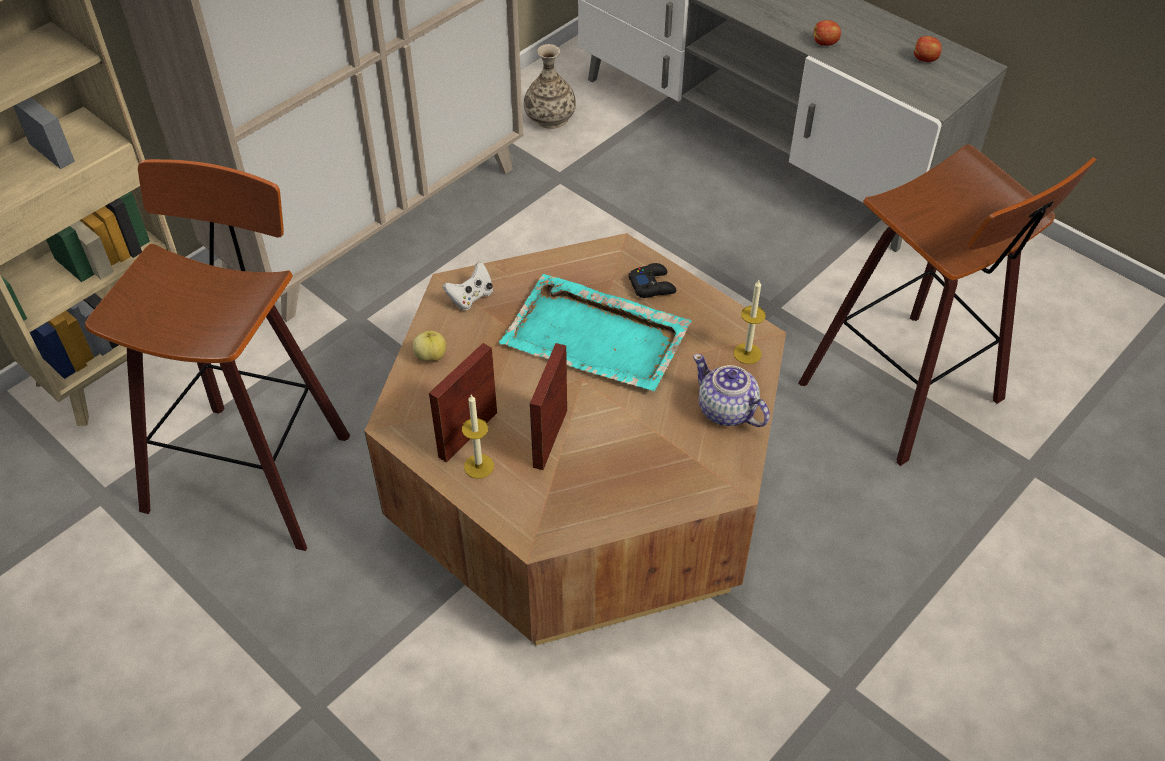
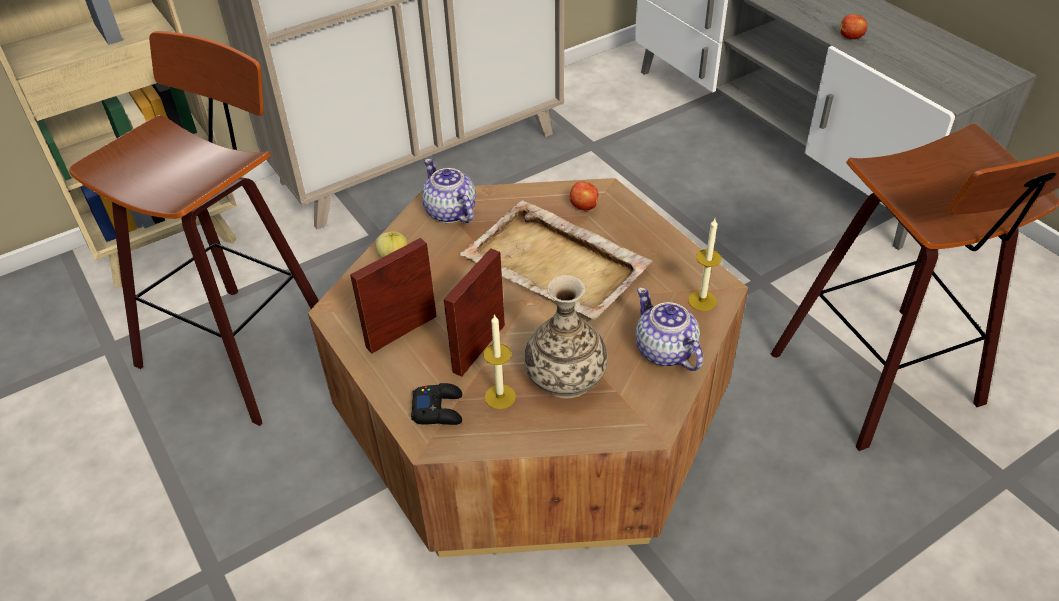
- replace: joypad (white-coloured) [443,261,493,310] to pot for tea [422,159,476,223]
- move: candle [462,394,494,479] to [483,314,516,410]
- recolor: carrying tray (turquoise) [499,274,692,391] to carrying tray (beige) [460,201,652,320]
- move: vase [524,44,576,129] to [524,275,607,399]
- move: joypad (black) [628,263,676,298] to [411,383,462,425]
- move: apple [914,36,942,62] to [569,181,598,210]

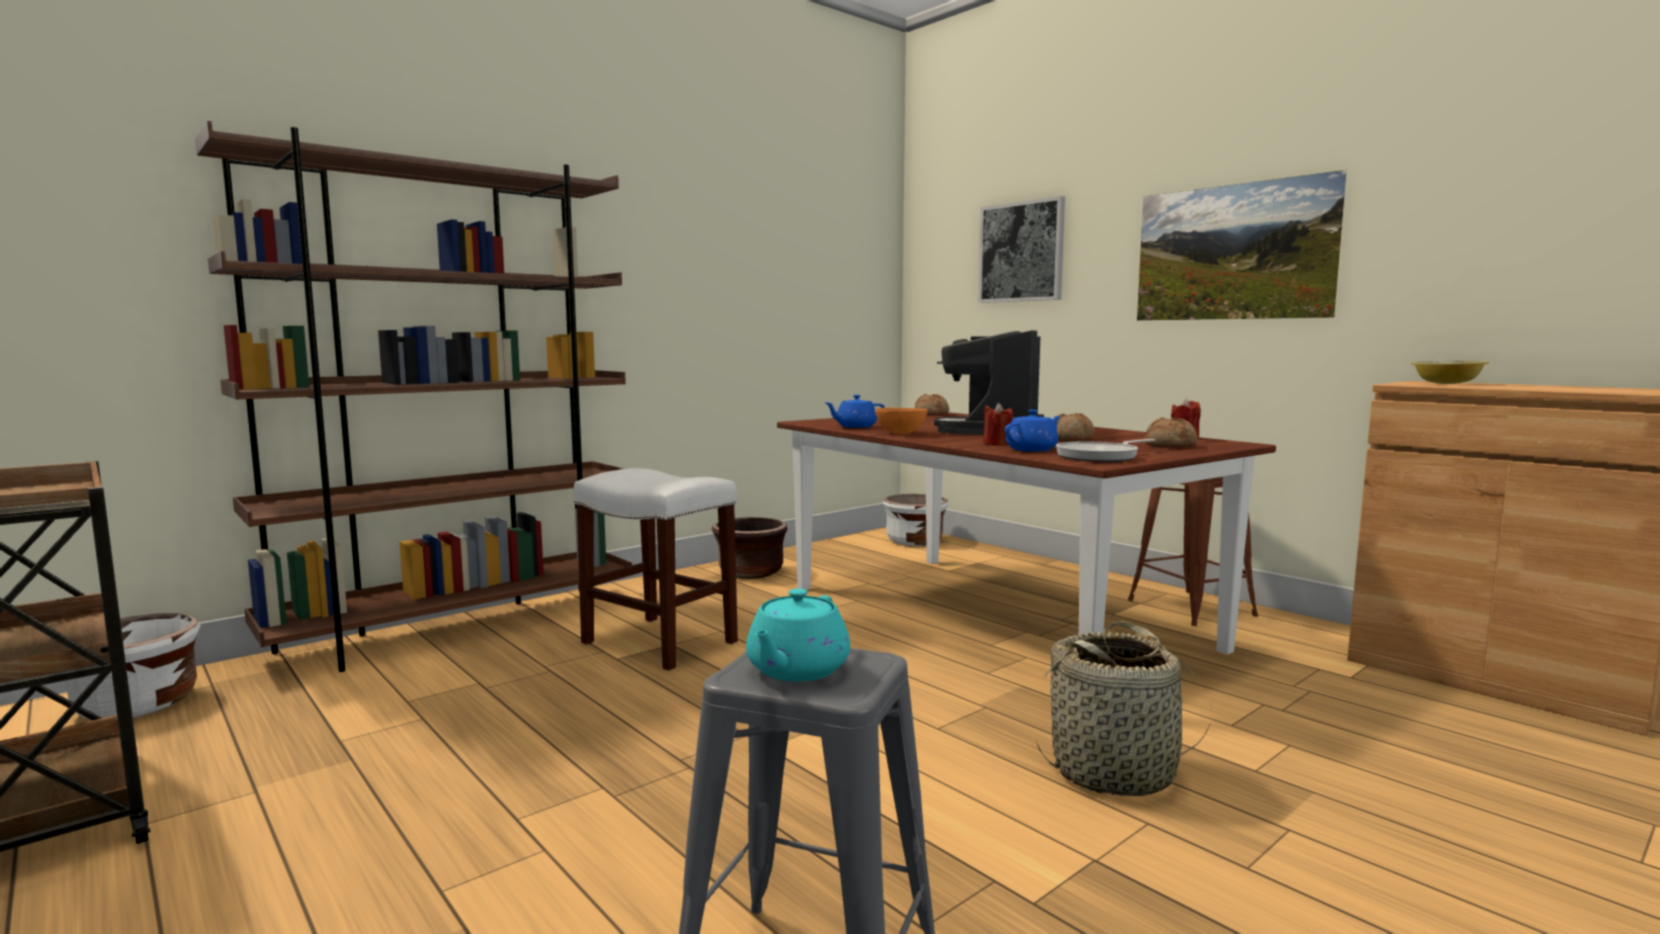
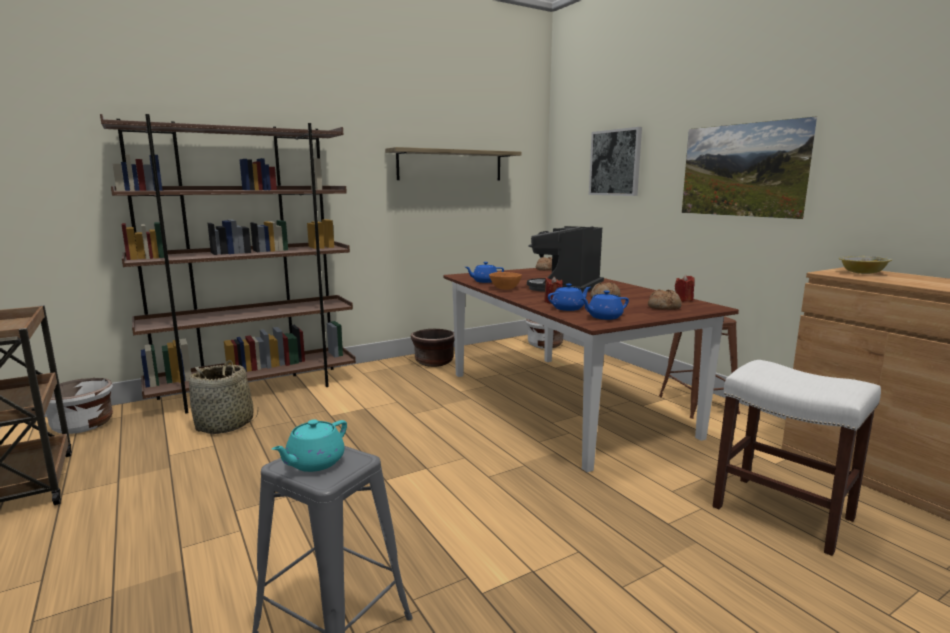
- move: stool (white-coloured) [573,468,738,671] to [713,360,881,556]
- move: storage basket [1036,621,1211,796] to [189,360,258,434]
- replace: pan [1056,439,1155,462] to pot for tea (blue-coloured) [580,291,629,320]
- insert: bracket shelf [385,147,522,181]

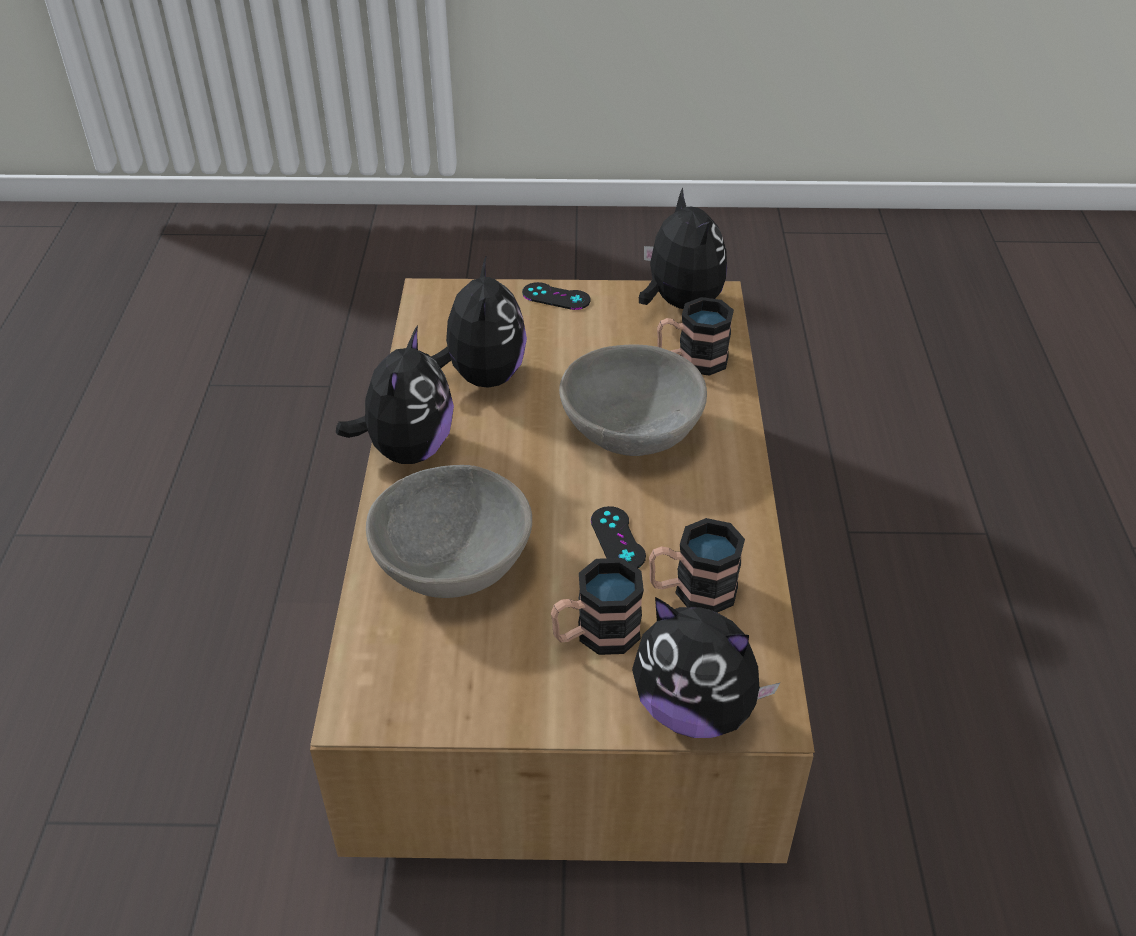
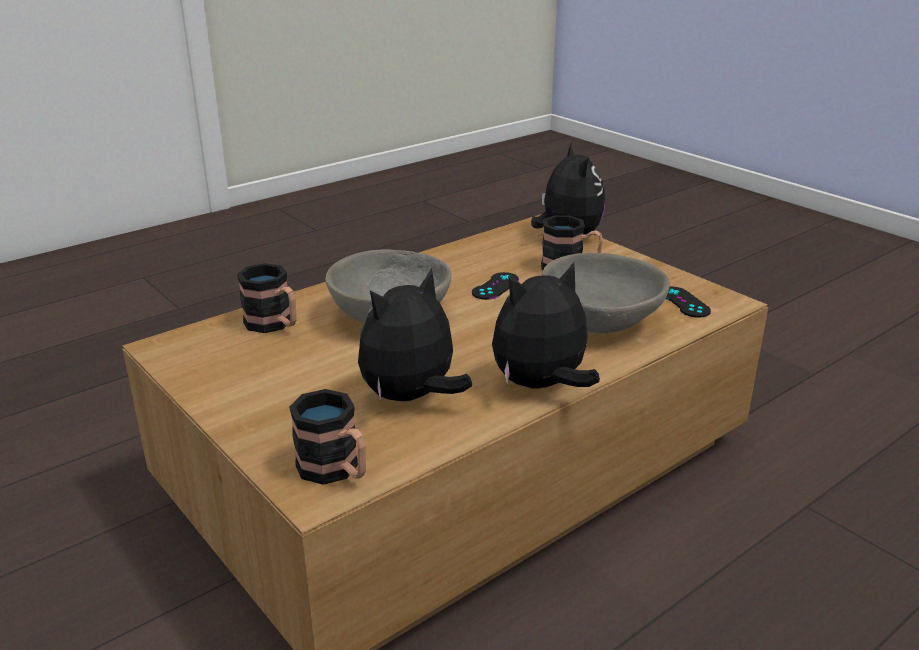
- move: joypad (black) [522,282,591,310] to [666,287,711,317]
- delete: cuddly toy [639,188,727,309]
- move: coffee mug [649,518,745,613] to [289,389,366,485]

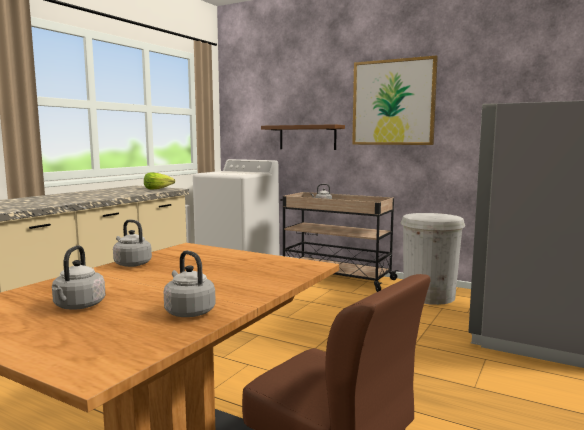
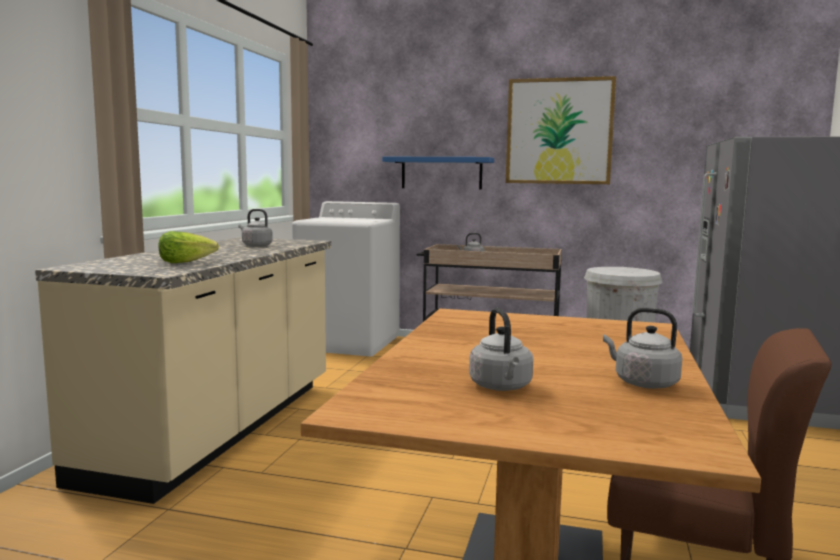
- move: water kettle (grey) [113,220,152,267] to [239,209,273,247]
- move: lettuce head [144,173,175,190] to [159,231,219,263]
- recolor: bracket shelf (brown-coloured) [261,124,345,150] to bracket shelf (blue-coloured) [382,157,494,190]

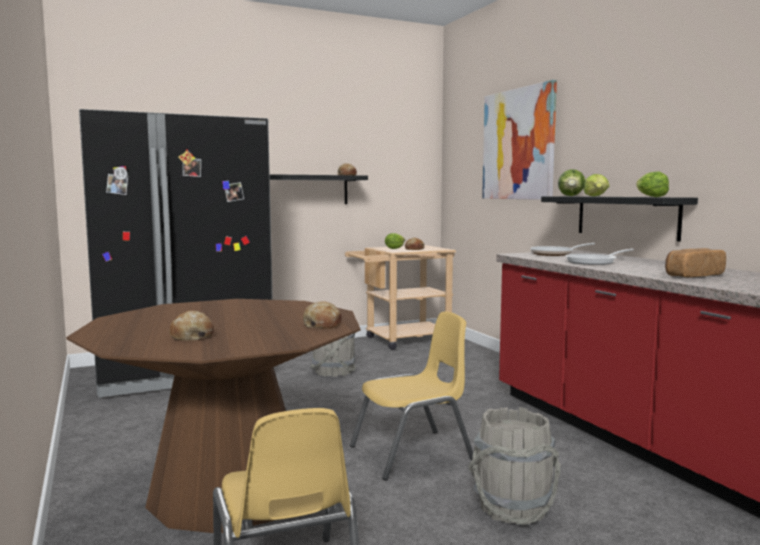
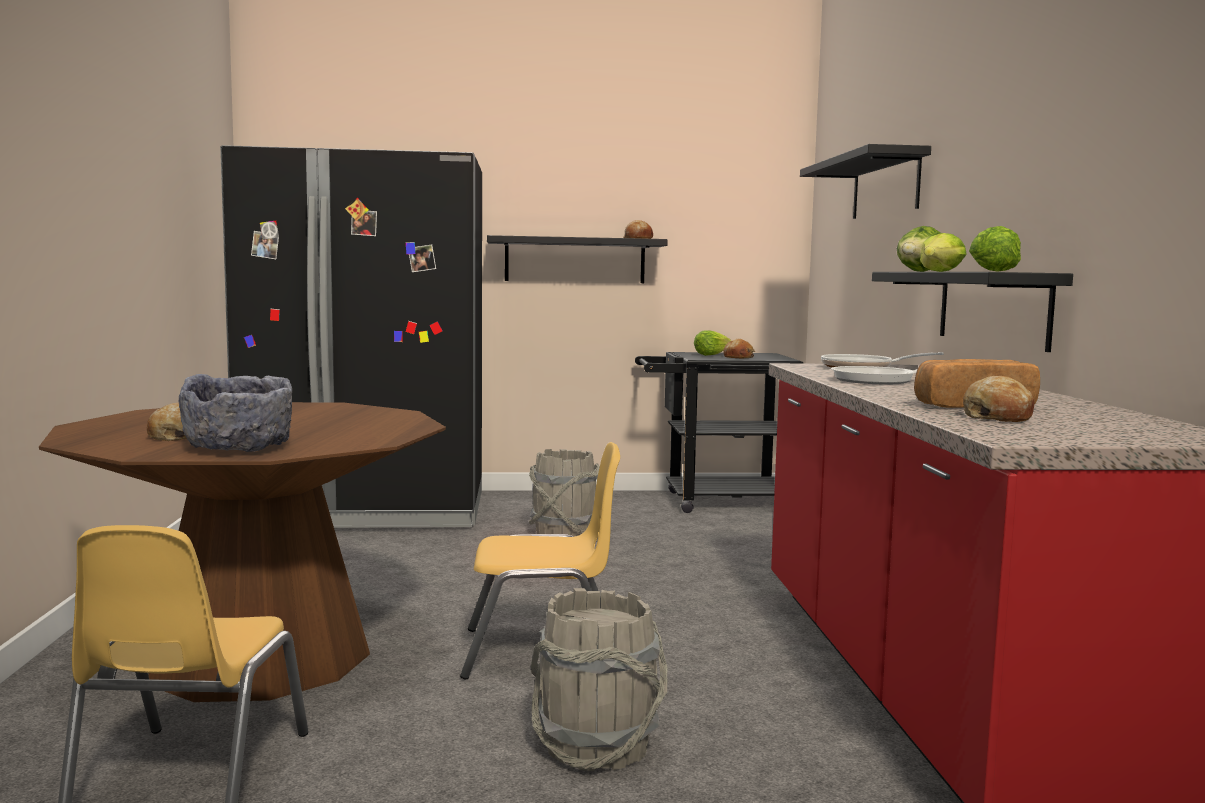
- move: baked bread [303,301,342,329] to [963,376,1034,422]
- recolor: trolley (beige) [345,245,456,350] to trolley (black) [635,352,804,513]
- replace: wall picture [482,80,557,200] to bracket shelf (black) [800,144,931,219]
- insert: deep dish (grey) [179,374,292,452]

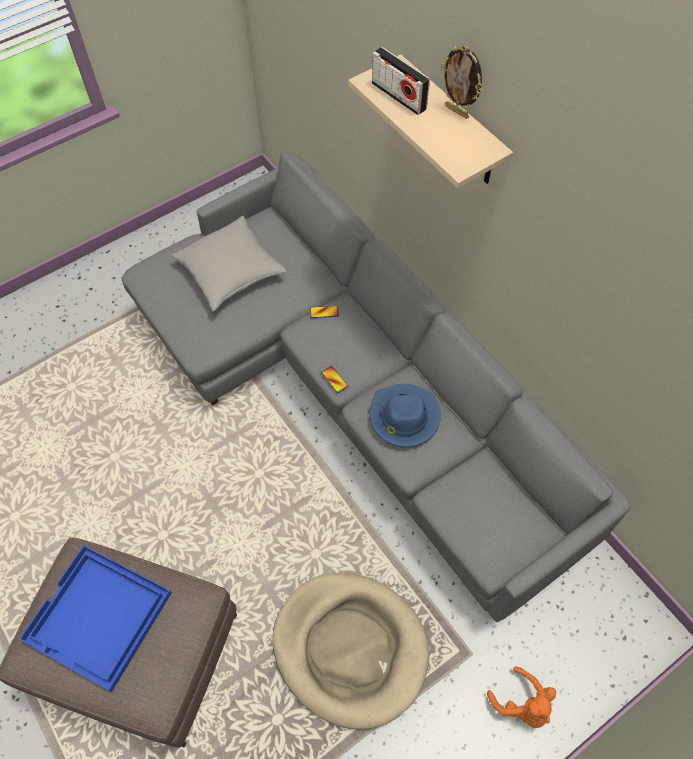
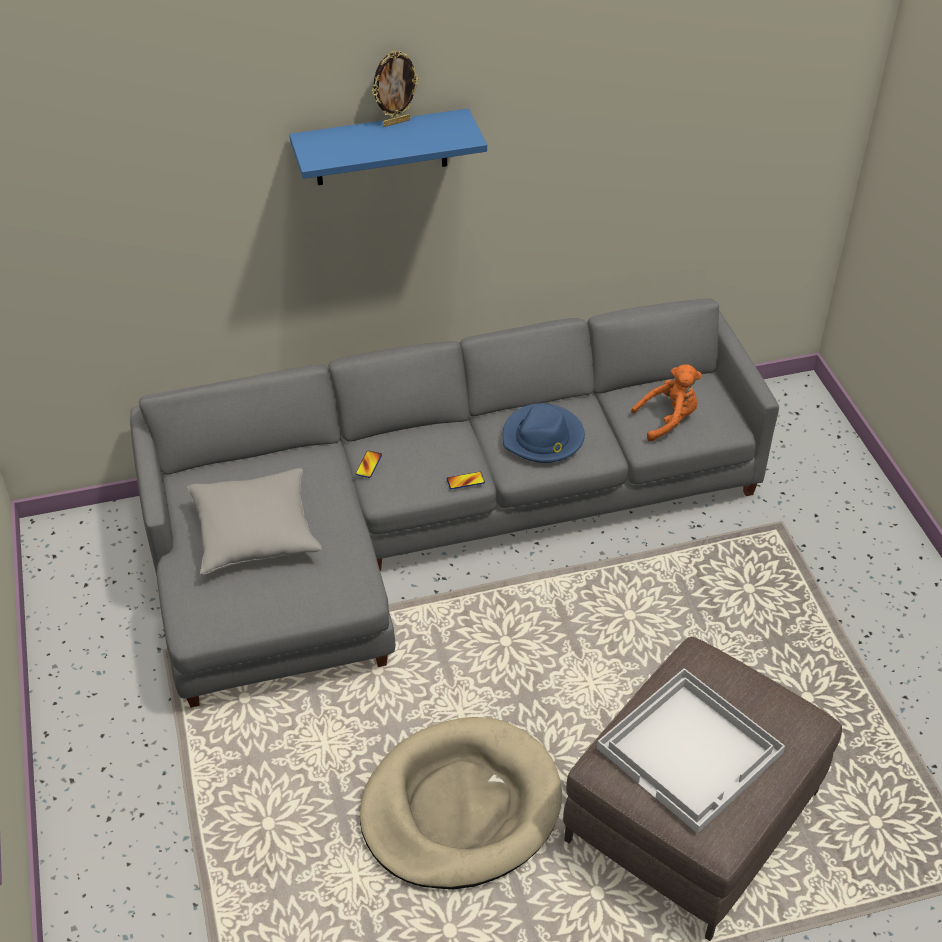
- recolor: carrying tray (blue-coloured) [19,545,172,692] to carrying tray (white-coloured) [597,668,785,834]
- move: pet bed (beige) [273,573,430,729] to [360,717,562,890]
- recolor: bracket shelf (beige) [348,54,513,188] to bracket shelf (blue-coloured) [289,109,487,185]
- delete: radio receiver [372,47,430,115]
- move: cuddly toy (orangey) [487,666,556,728] to [631,364,702,442]

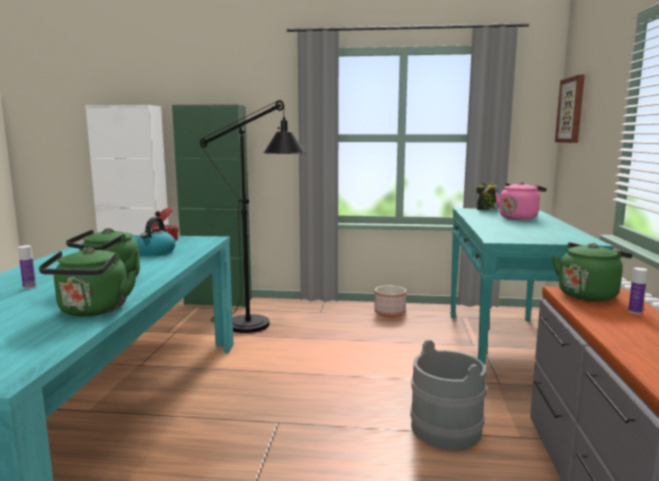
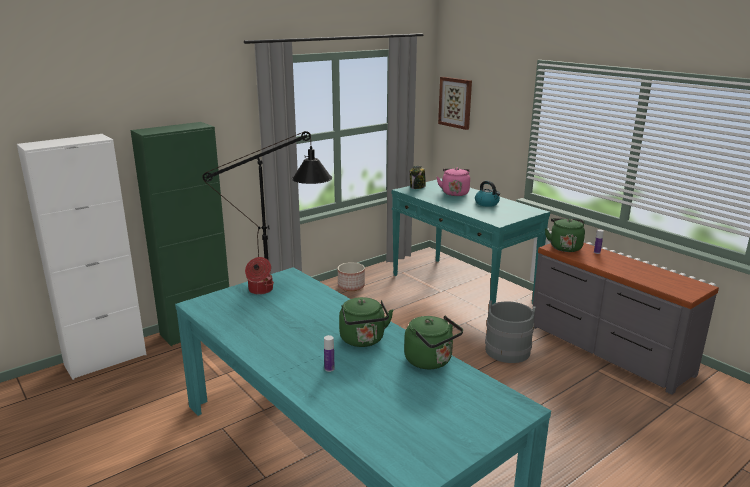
- move: water kettle [137,217,176,256] to [475,181,500,207]

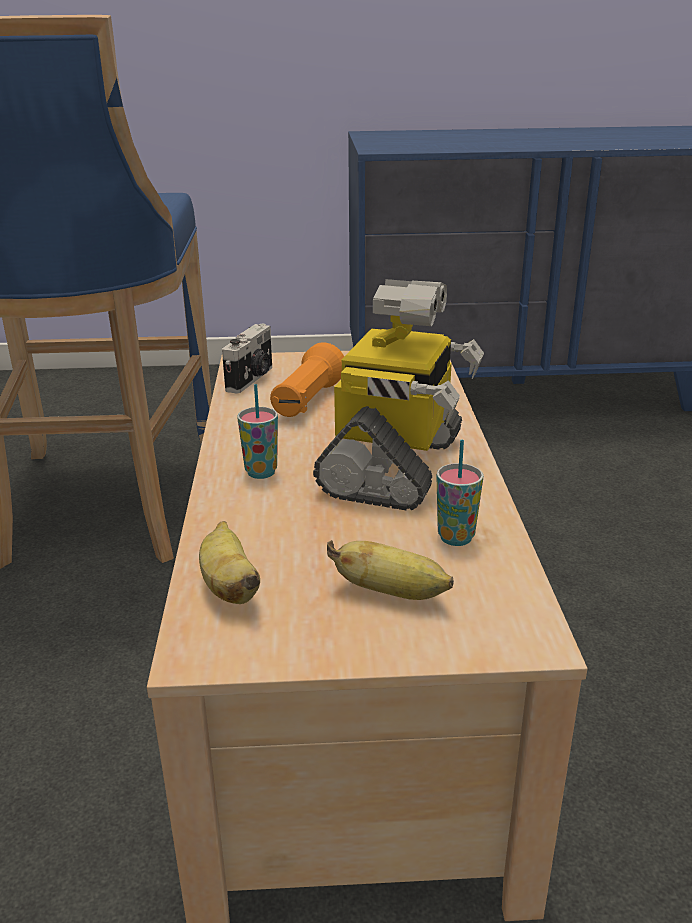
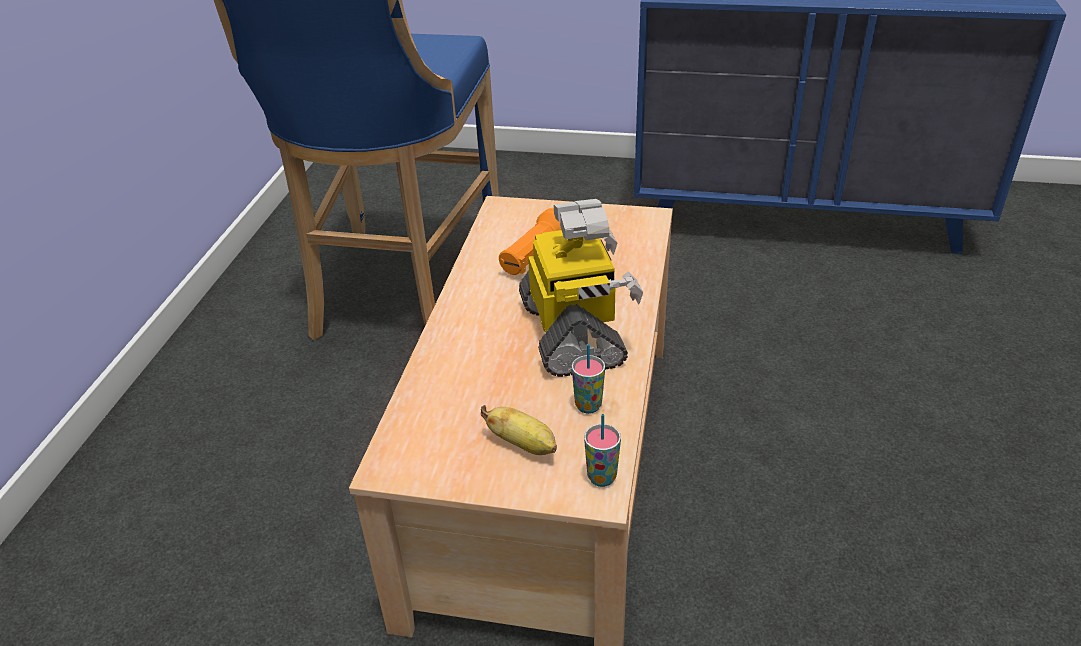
- delete: banana fruit [199,521,260,604]
- delete: still camera [222,324,272,394]
- move: drinking cup [237,384,278,479] to [584,414,621,487]
- rotate: model robot [313,279,484,510] = [519,199,643,377] 45 degrees counterclockwise

